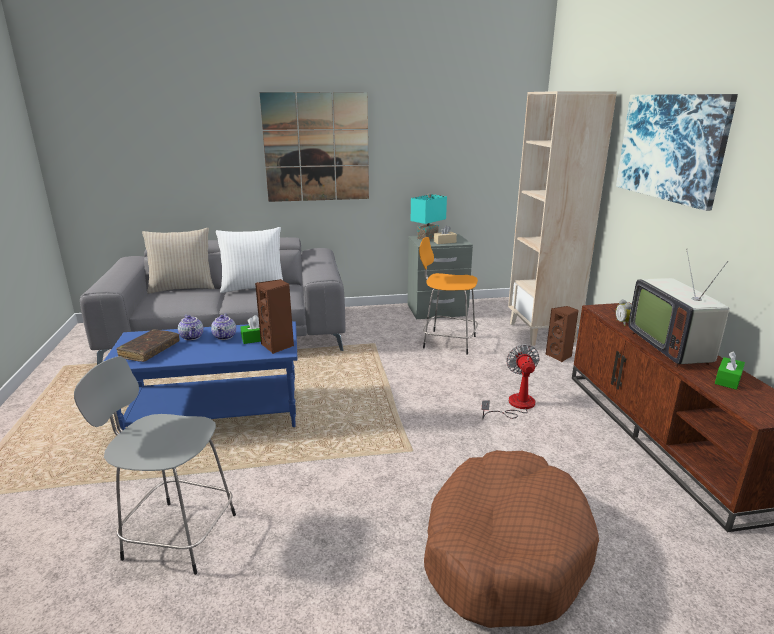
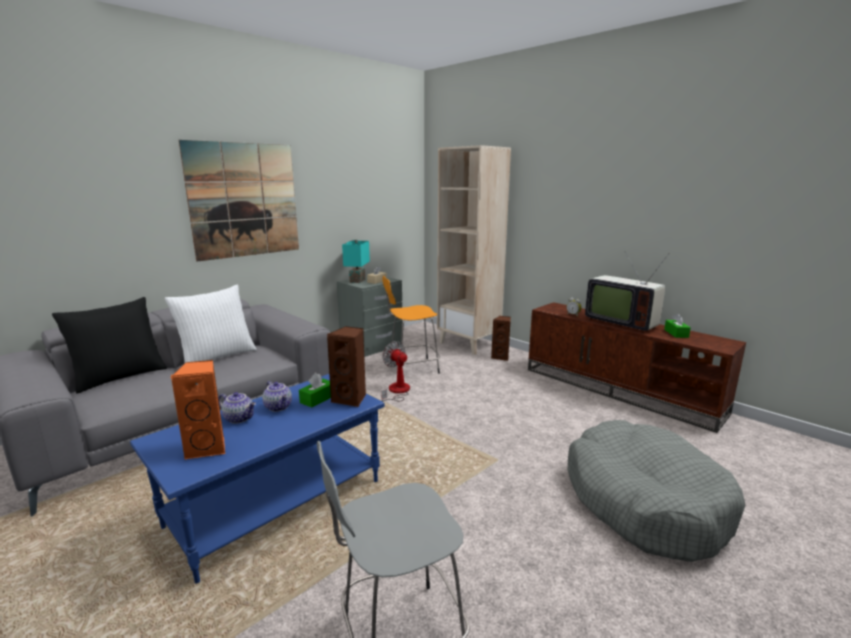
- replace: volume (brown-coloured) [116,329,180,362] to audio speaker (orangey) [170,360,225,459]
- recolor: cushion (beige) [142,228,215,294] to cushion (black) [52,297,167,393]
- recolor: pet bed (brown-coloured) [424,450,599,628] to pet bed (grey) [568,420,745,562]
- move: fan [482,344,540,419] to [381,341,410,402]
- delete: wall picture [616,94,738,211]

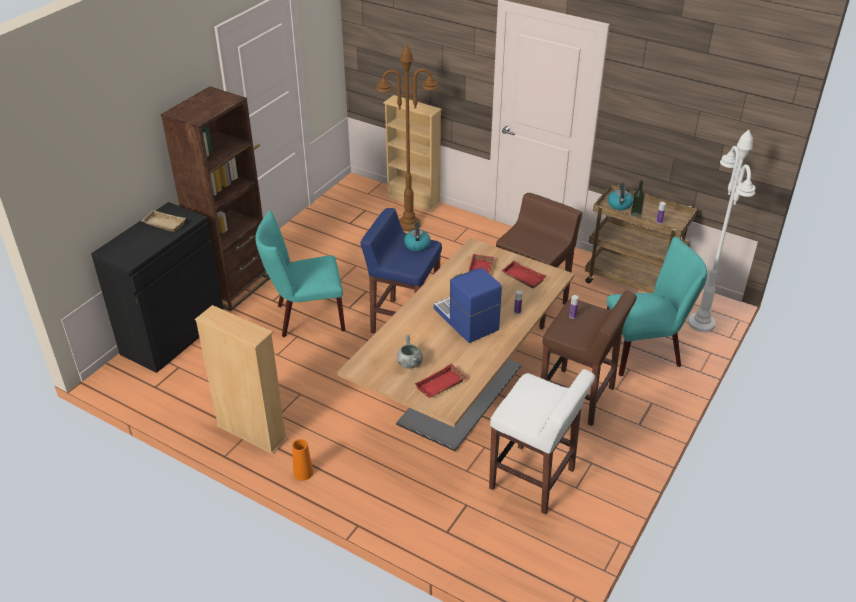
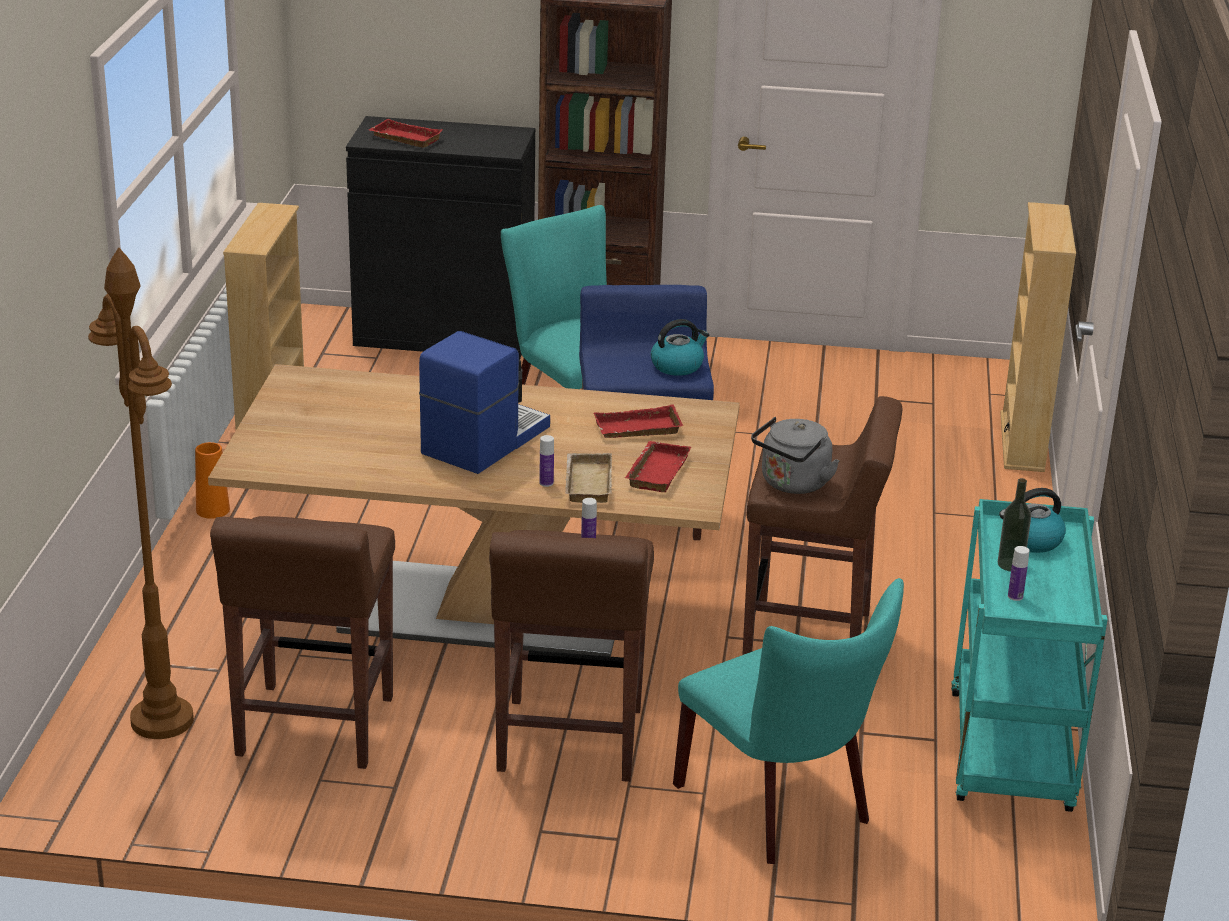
- move: carrying tray (beige) [141,210,186,232] to [565,453,612,503]
- move: standing lamp (brown-coloured) [376,44,438,232] to [88,247,194,739]
- delete: saucepot (grey) [396,335,423,368]
- move: carrying tray (reddish) [415,363,466,398] to [369,119,443,148]
- recolor: stool (white-coloured) [489,369,595,514] to stool (brown-coloured) [210,516,395,769]
- recolor: trolley (brown-coloured) [585,184,697,293] to trolley (turquoise) [951,499,1108,812]
- delete: standing lamp (white-coloured) [688,130,756,332]
- insert: water kettle (grey) [751,417,839,494]

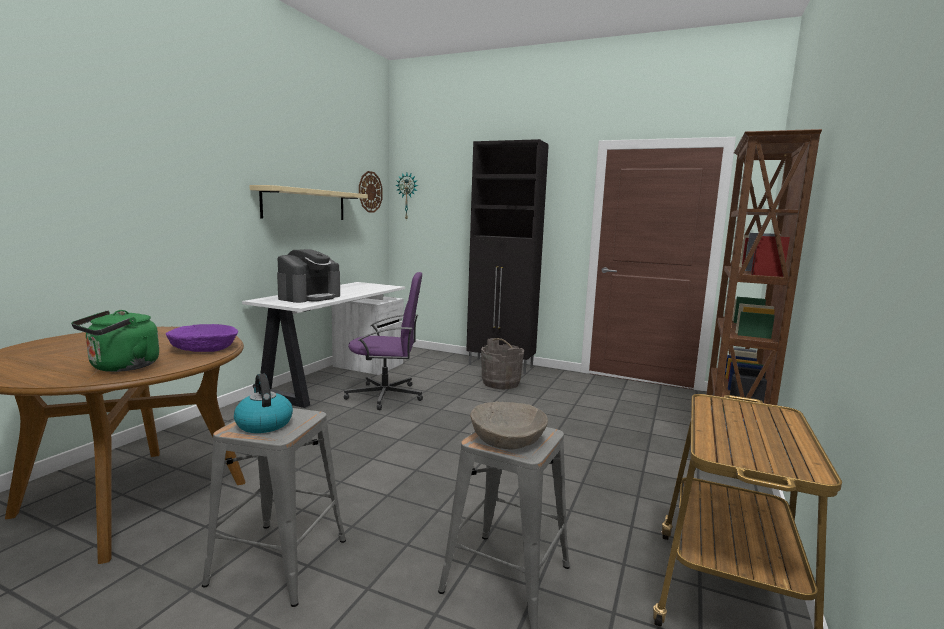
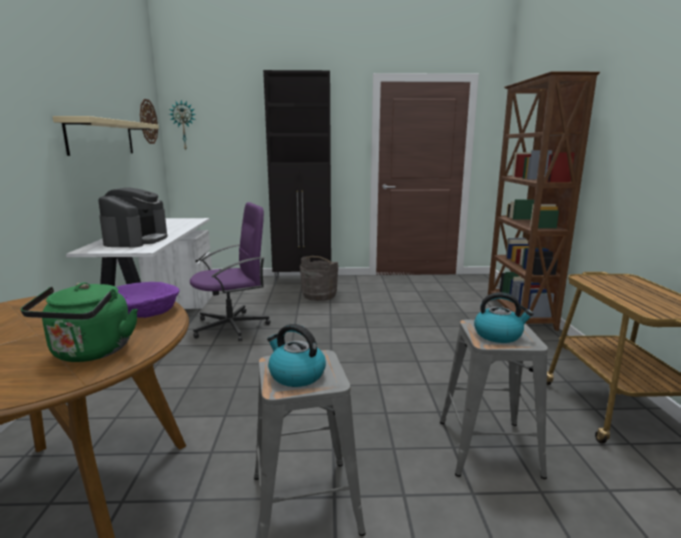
- replace: deep dish (beige) [470,401,548,450] to water kettle [474,292,534,343]

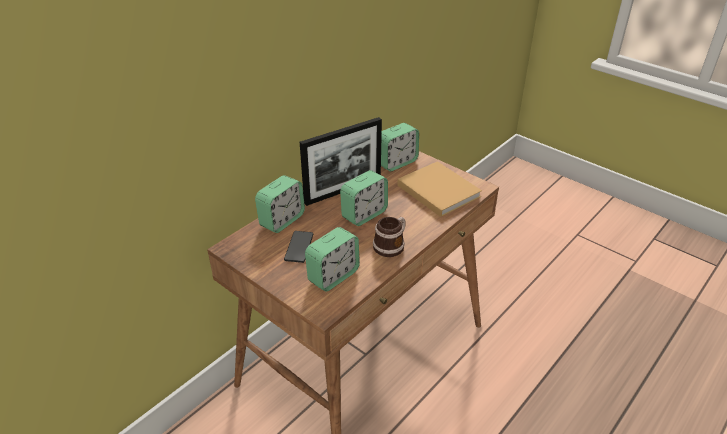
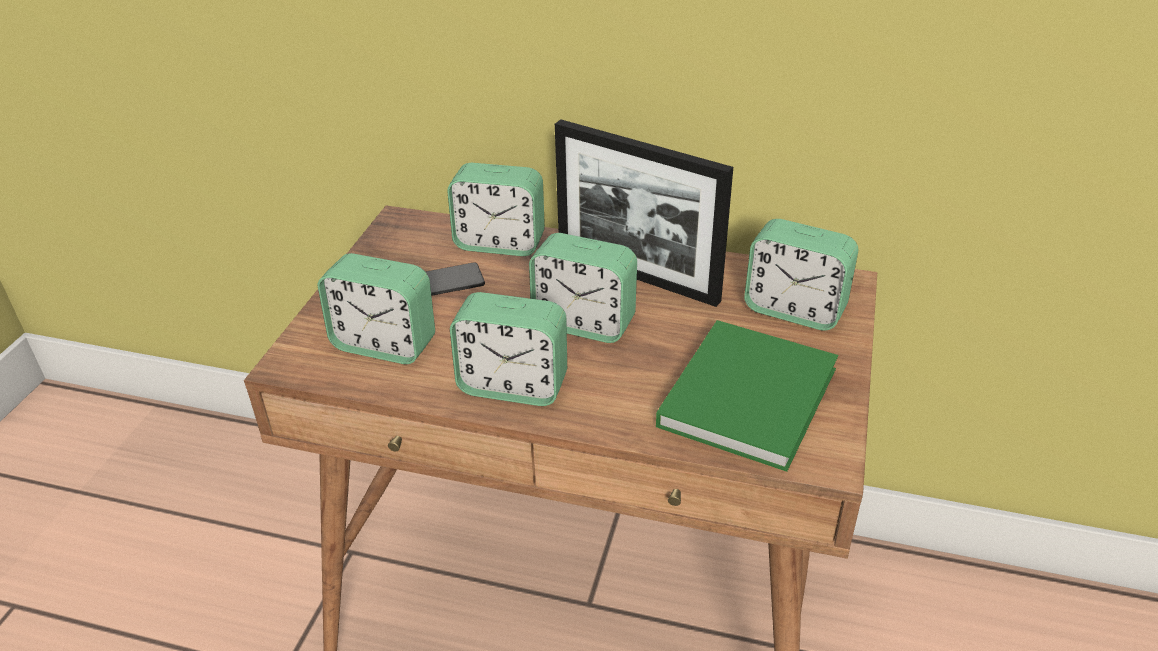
- replace: coffee mug [373,217,405,257] to alarm clock [450,292,567,406]
- recolor: volume (beige) [397,161,482,217] to volume (green-coloured) [656,320,838,472]

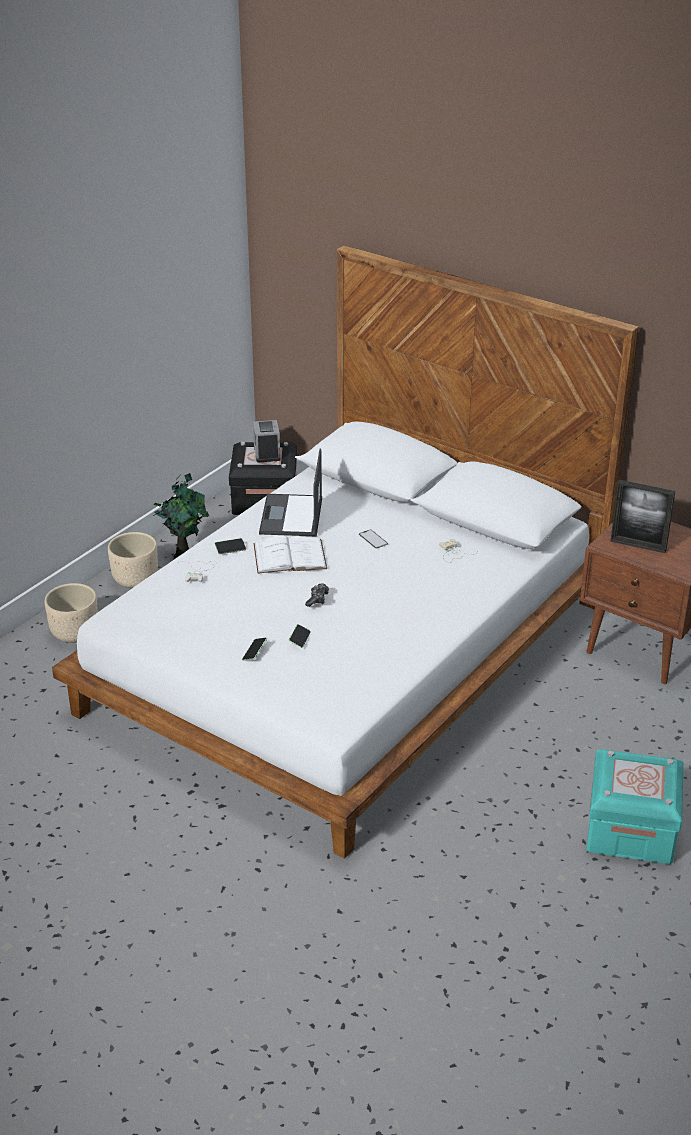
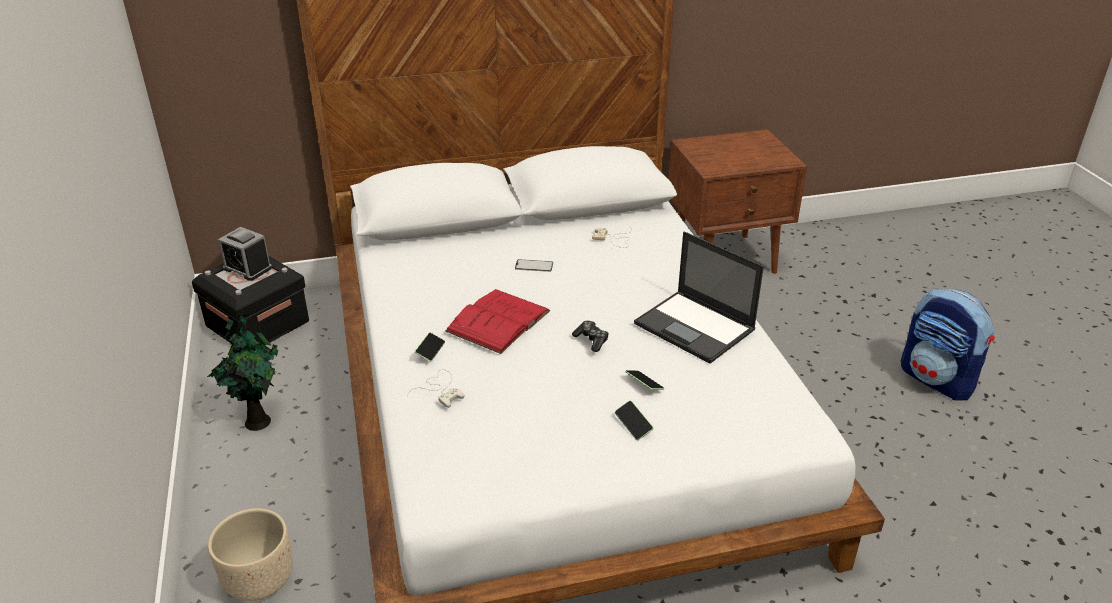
- delete: planter (beige) [108,532,158,588]
- recolor: volume (white-coloured) [254,535,327,574] to volume (reddish) [445,289,550,354]
- move: notebook computer [259,449,322,537] to [634,232,764,364]
- replace: storage bin (turquoise) [587,750,683,864] to backpack [901,289,995,400]
- delete: standing frame [611,480,675,553]

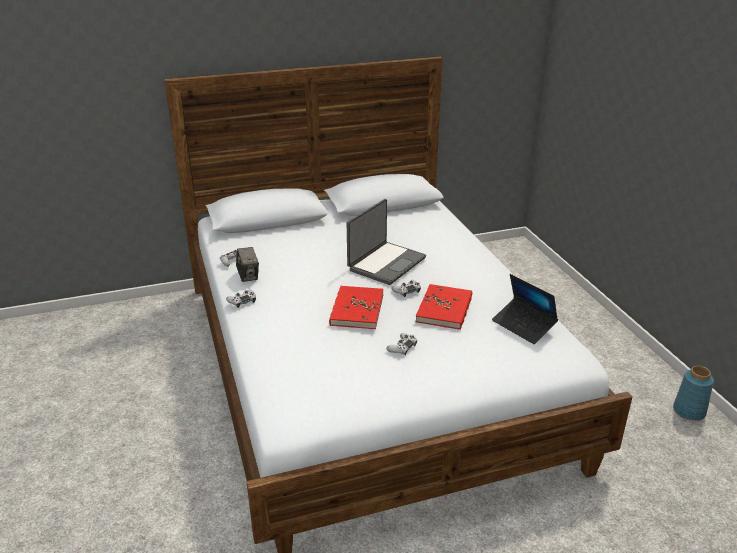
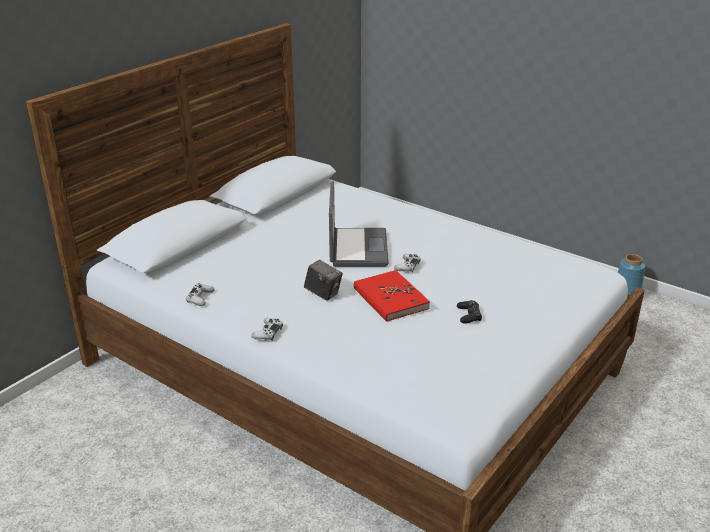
- move: still camera [236,247,259,282] to [304,260,343,301]
- recolor: joypad (white-coloured) [386,333,417,355] to joypad (black) [457,300,482,324]
- delete: volume (reddish) [416,284,472,330]
- delete: notebook computer [492,274,558,344]

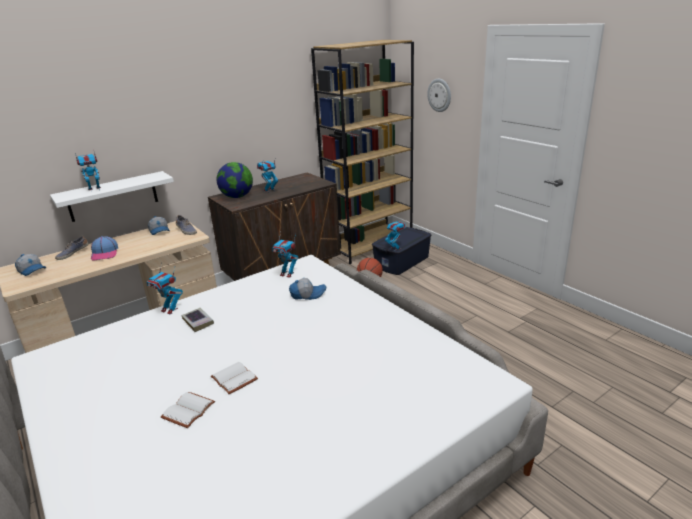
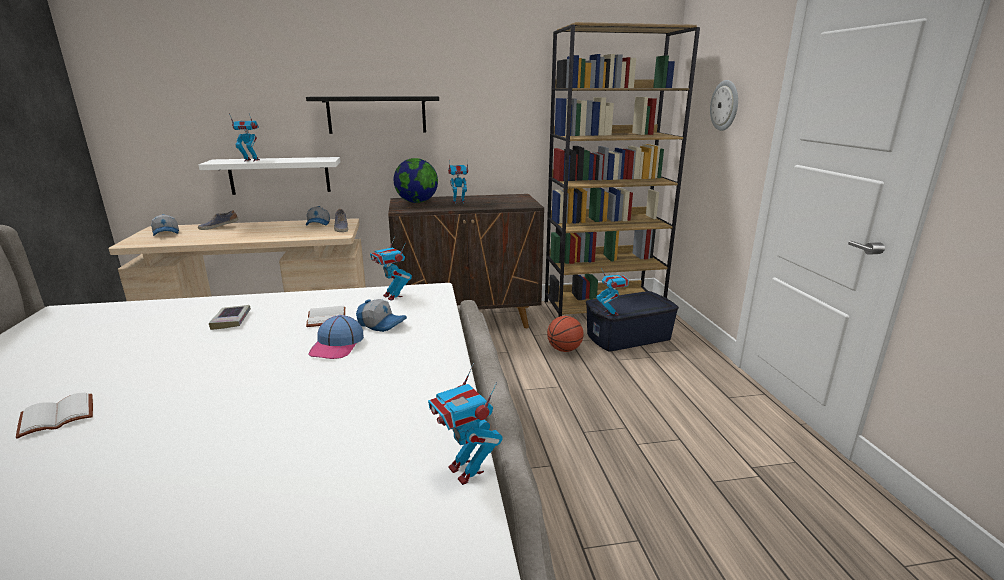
- move: cap [91,236,118,260] to [309,315,364,359]
- move: model robot [147,263,183,314] to [428,363,502,485]
- move: volume (white-coloured) [211,362,258,394] to [306,306,345,327]
- insert: bracket shelf (black) [306,96,439,134]

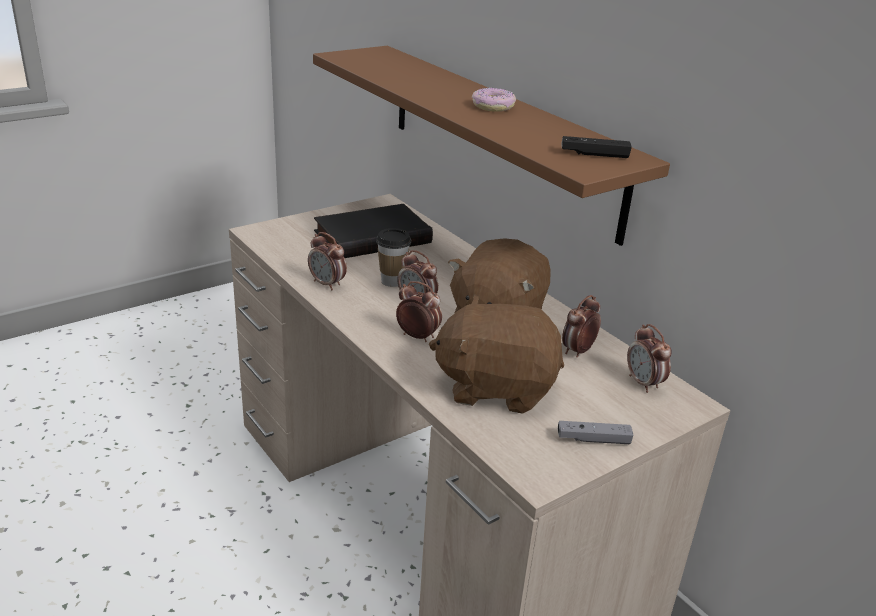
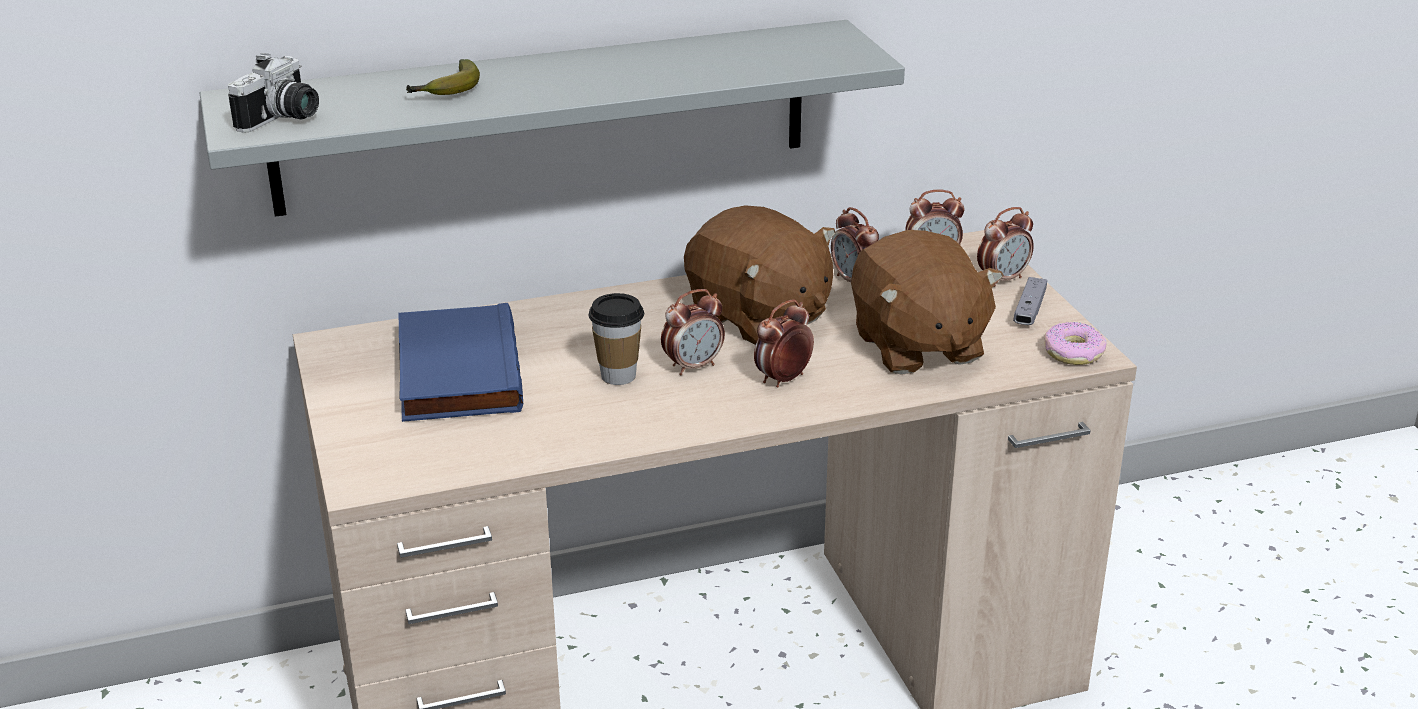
- move: alarm clock [308,232,347,290] to [977,207,1034,287]
- recolor: bracket shelf (brown-coloured) [313,46,670,246] to bracket shelf (grey) [199,20,905,217]
- recolor: volume (black) [314,204,433,258] to volume (blue-coloured) [399,303,523,422]
- rotate: cuddly toy (brown-coloured) [429,295,564,414] = [851,230,1004,375] 45 degrees counterclockwise
- move: doughnut [472,88,516,112] to [1044,322,1107,365]
- delete: joypad (black) [561,136,632,158]
- insert: still camera [228,53,319,133]
- insert: banana fruit [406,59,480,95]

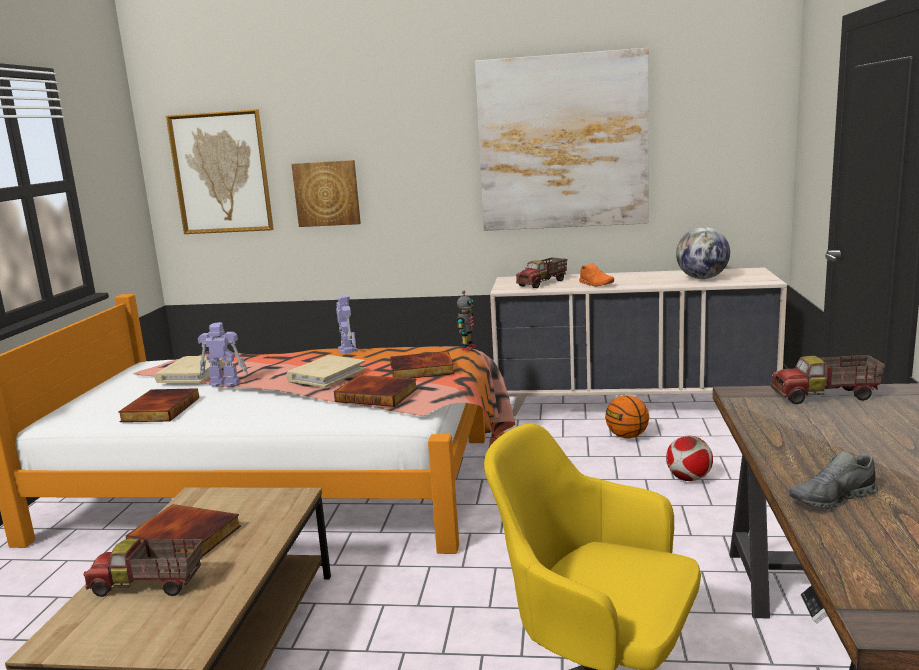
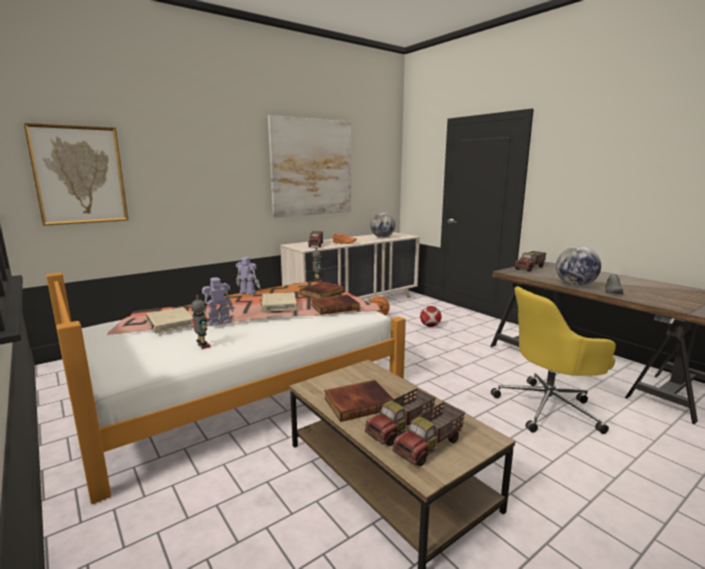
- replace: volume [118,388,199,422] to model robot [191,295,211,349]
- delete: wall picture [291,160,361,227]
- insert: model truck [393,402,465,466]
- insert: globe [556,246,601,286]

